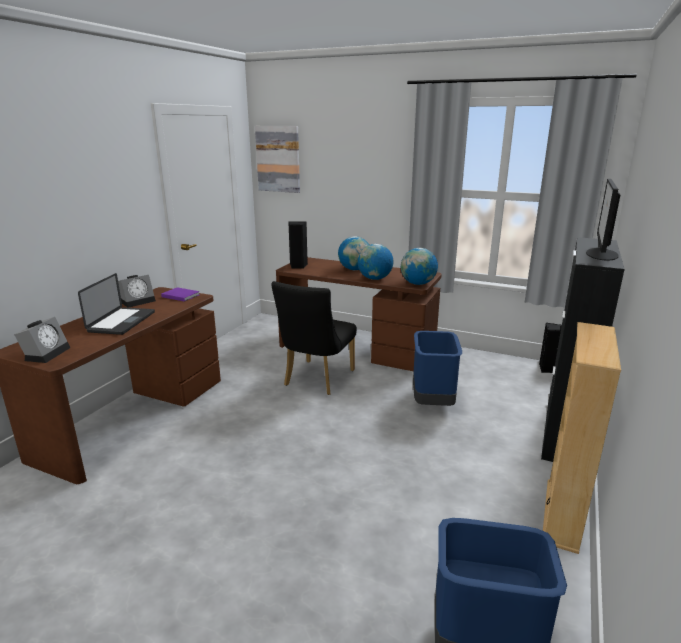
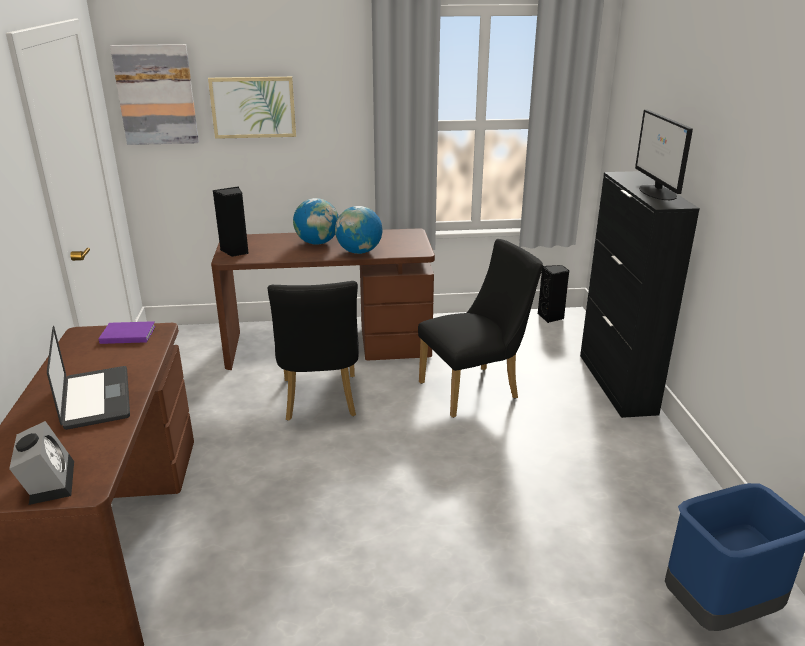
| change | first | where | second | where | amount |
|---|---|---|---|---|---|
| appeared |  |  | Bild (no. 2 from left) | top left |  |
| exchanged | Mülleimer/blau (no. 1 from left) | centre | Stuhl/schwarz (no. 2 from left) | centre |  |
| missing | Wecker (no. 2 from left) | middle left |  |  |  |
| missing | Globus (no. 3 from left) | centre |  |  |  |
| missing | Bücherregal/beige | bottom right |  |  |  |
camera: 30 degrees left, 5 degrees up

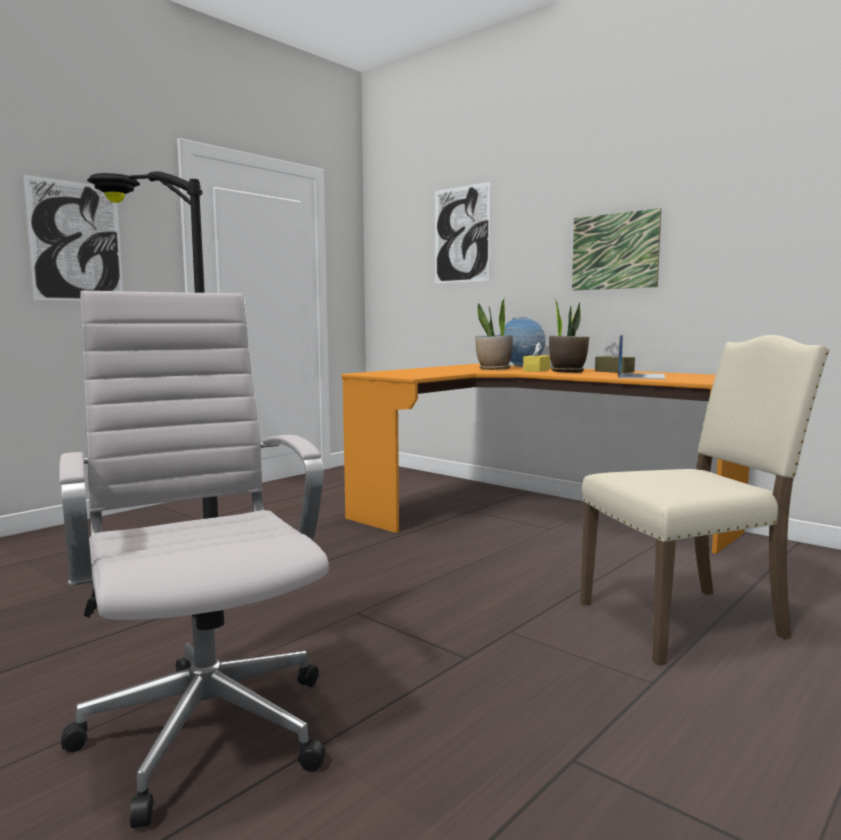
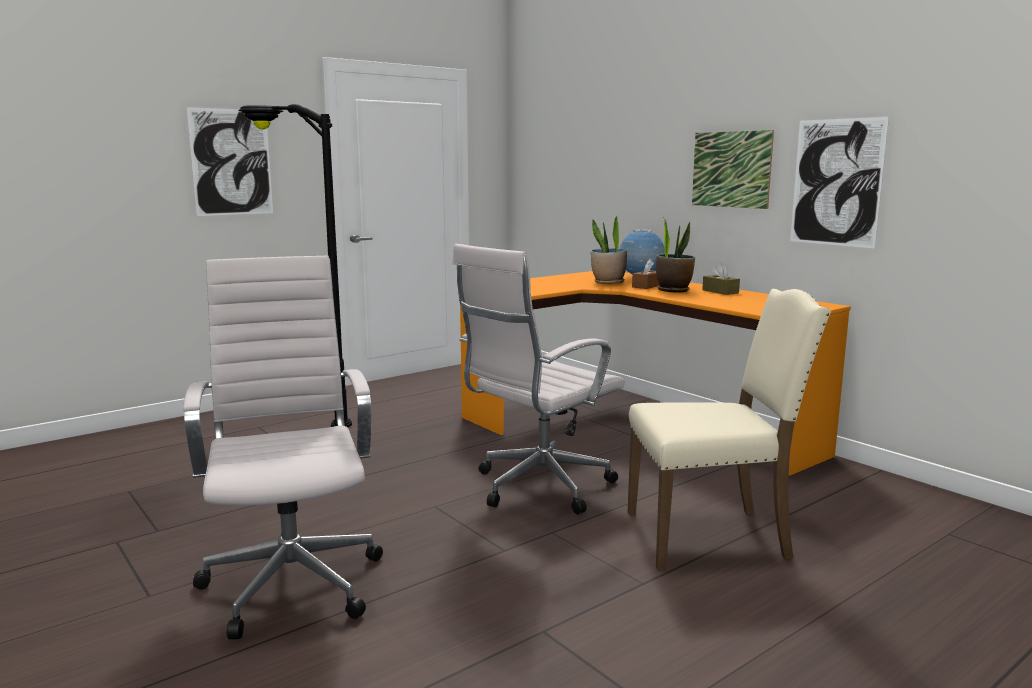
| change | first | where | second | where | amount |
|---|---|---|---|---|---|
| appeared |  |  | Bürostuhl/weiß (no. 2 from left) | centre |  |
| colour | Taschentuchbox/gelb | centre | Taschentuchbox/braun (no. 1 from left) | centre |  |
| relocated | Bild (no. 2 from left in the first image) | top centre | Bild (no. 3 from left) | top right |  |
| missing | Laptop | middle right |  |  |  |
camera: 10 degrees right, 5 degrees up

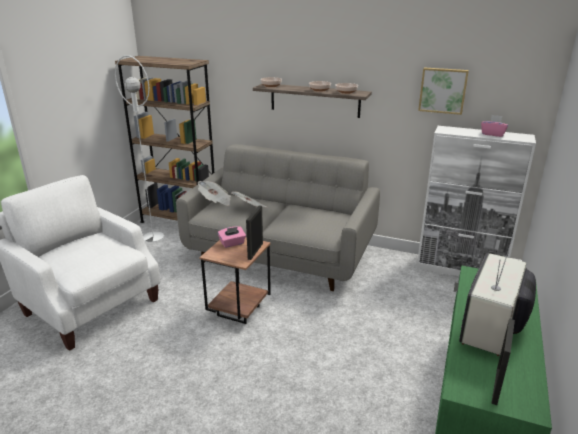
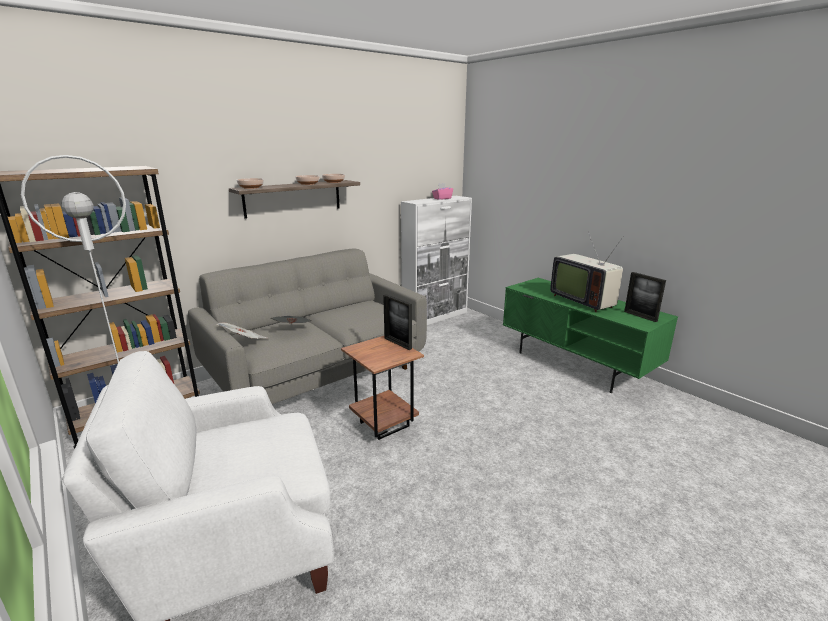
| change | first | where | second | where | amount |
|---|---|---|---|---|---|
| missing | Taschentuchbox/rosa (no. 1 from left) | centre |  |  |  |
| missing | Bild | top right |  |  |  |
camera: 60 degrees left, 5 degrees down

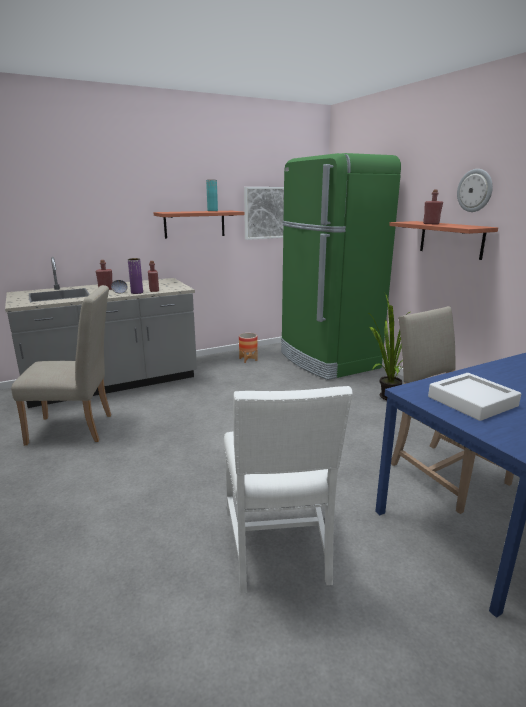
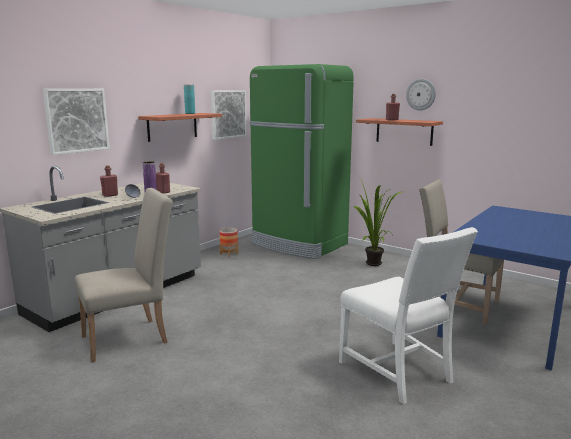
| change | first | where | second | where | amount |
|---|---|---|---|---|---|
| appeared |  |  | Bild (no. 1 from left) | top left |  |
| missing | Tablett/weiß | middle right |  |  |  |
camera: 25 degrees left, 5 degrees down

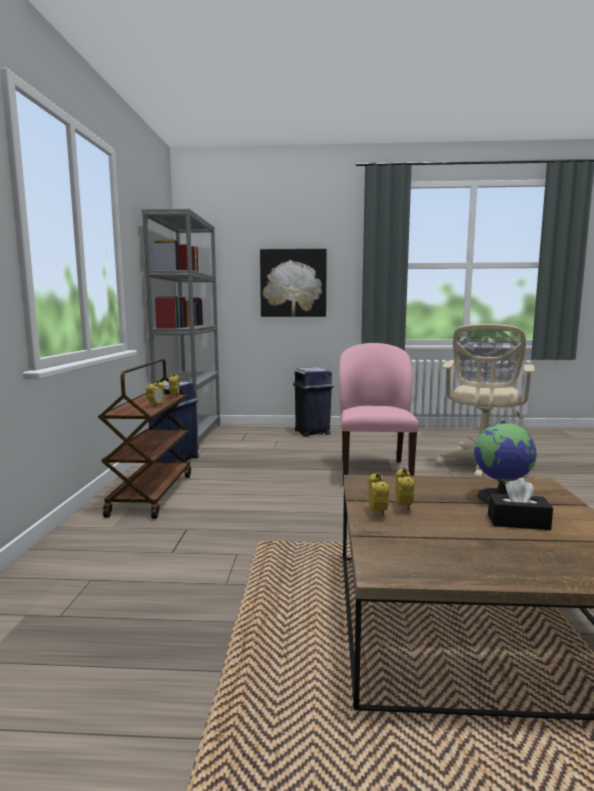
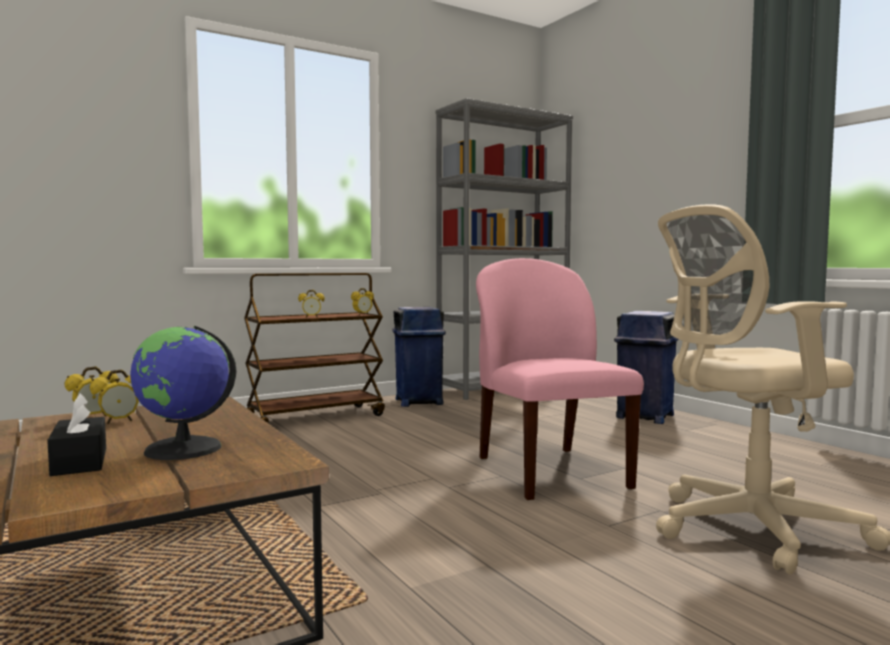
| change | first | where | second | where | amount |
|---|---|---|---|---|---|
| spun | Stuhl/rosa | centre |  | centre | 75 degrees counterclockwise |
| missing | Bild | centre |  |  |  |
camera: 55 degrees right, 5 degrees down

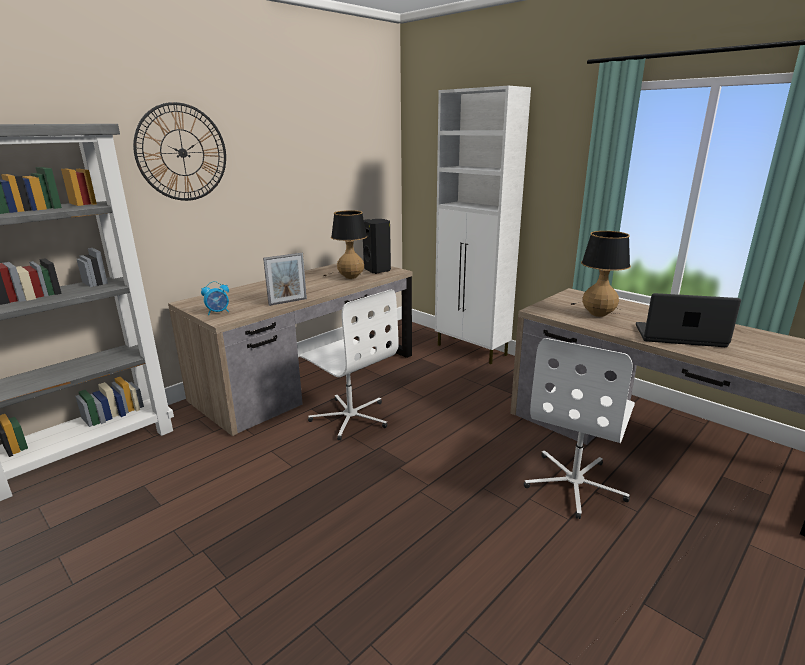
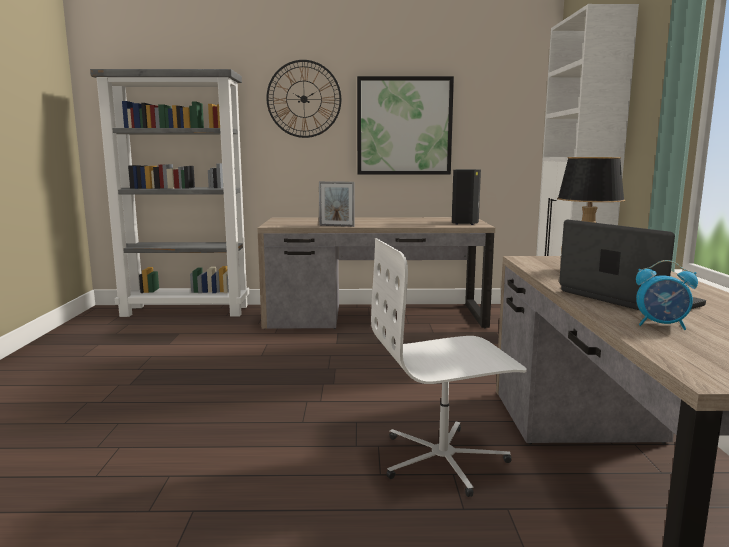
| change | first | where | second | where | amount |
|---|---|---|---|---|---|
| appeared |  |  | Bild | top centre |  |
| relocated | Wecker | middle left |  | middle right |  |
| missing | Bürostuhl/weiß (no. 1 from left) | centre |  |  |  |
| missing | Tischlampe (no. 1 from left) | centre |  |  |  |
camera: 45 degrees right, 10 degrees down

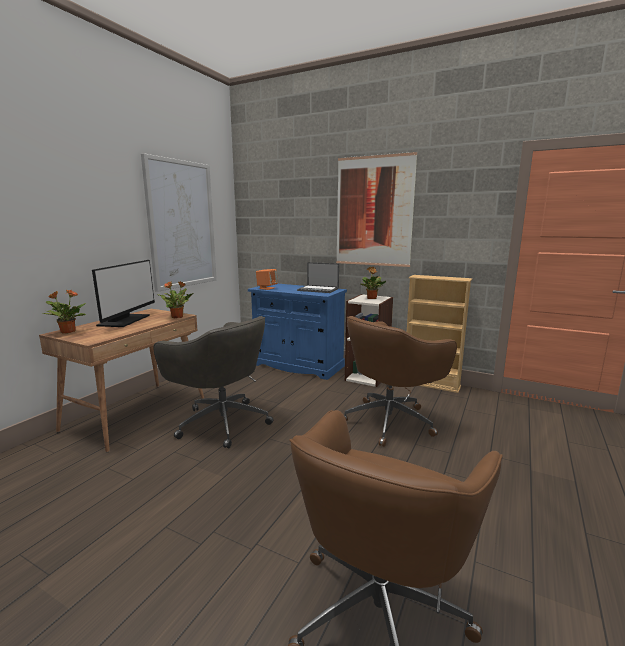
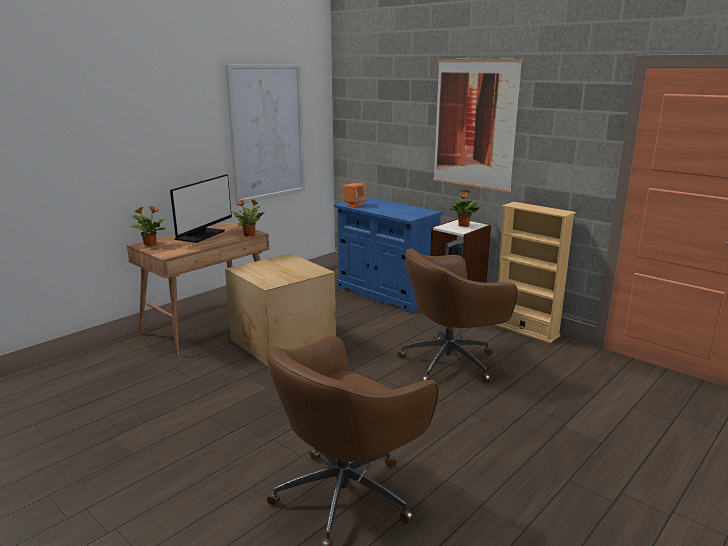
| change | first | where | second | where | amount |
|---|---|---|---|---|---|
| exchanged | Bürostuhl/grau | centre | Karton | centre |  |
| missing | Laptop | centre |  |  |  |
camera: 15 degrees right, 5 degrees up

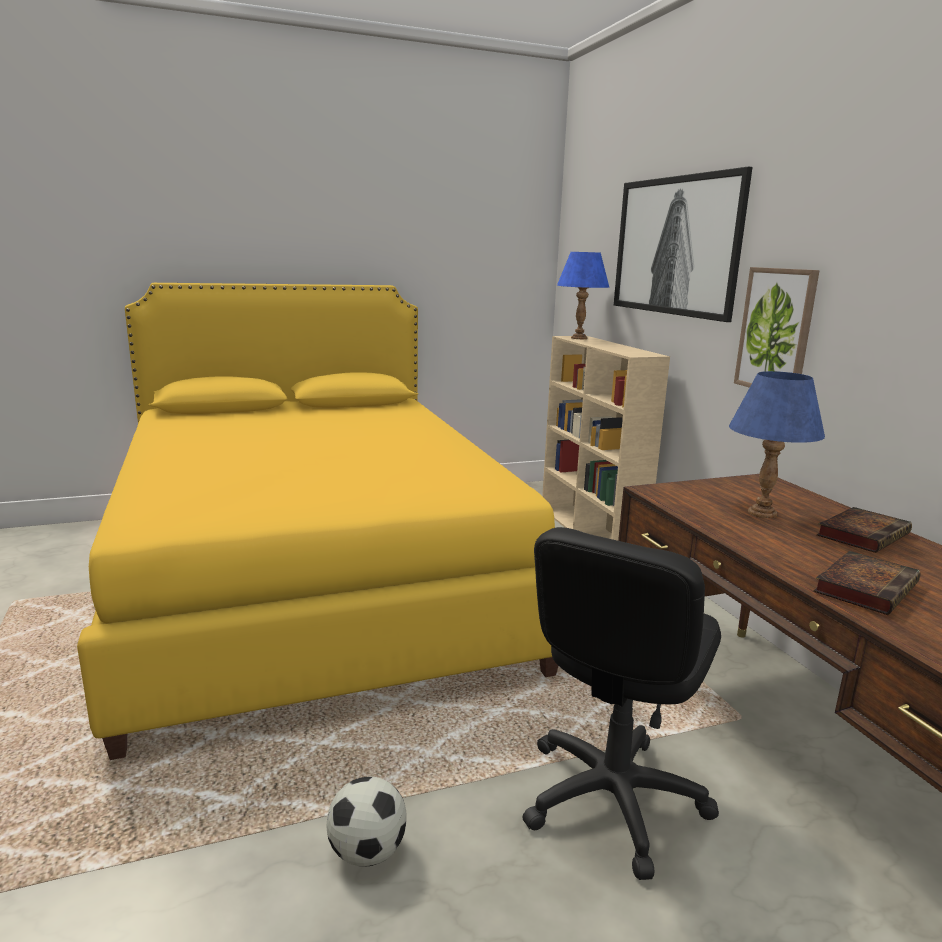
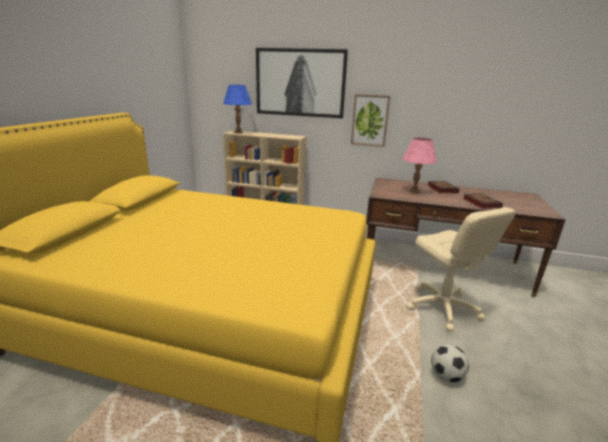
| change | first | where | second | where | amount |
|---|---|---|---|---|---|
| colour | Tischlampe/blau (no. 2 from left) | middle right | Tischlampe/rosa | middle right |  |
| colour | Bürostuhl/schwarz | bottom centre | Bürostuhl/beige | middle right |  |
camera: 55 degrees left, 5 degrees up

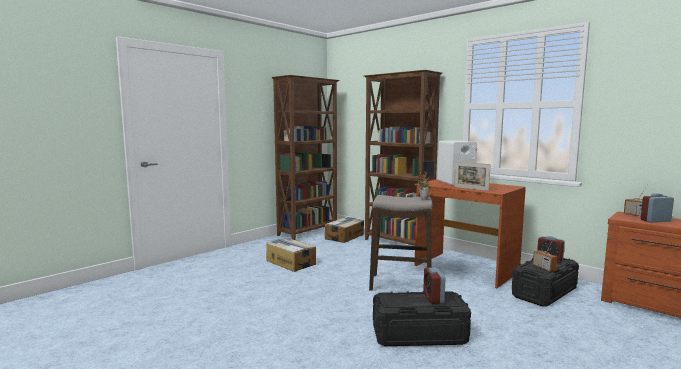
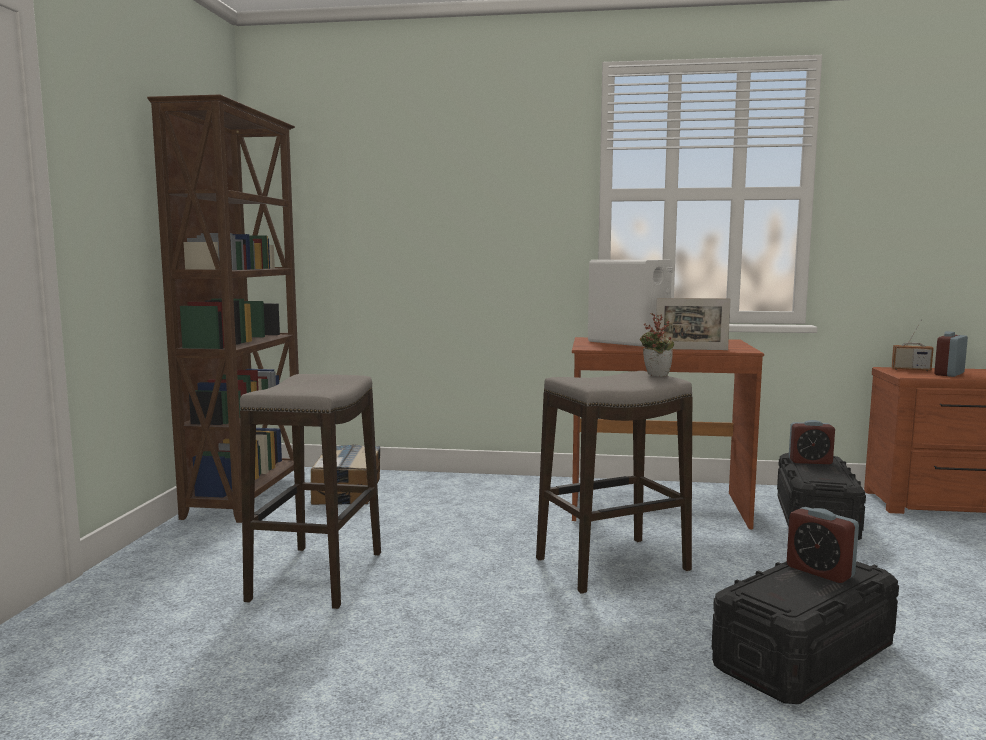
| change | first | where | second | where | amount |
|---|---|---|---|---|---|
| exchanged | Karton (no. 1 from left) | bottom centre | Hocker (no. 1 from left) | middle left |  |
| missing | Bücherregal/braun (no. 2 from left) | centre |  |  |  |
| missing | Radio (no. 1 from left) | bottom right |  |  |  |
camera: 35 degrees left, 0 degrees up

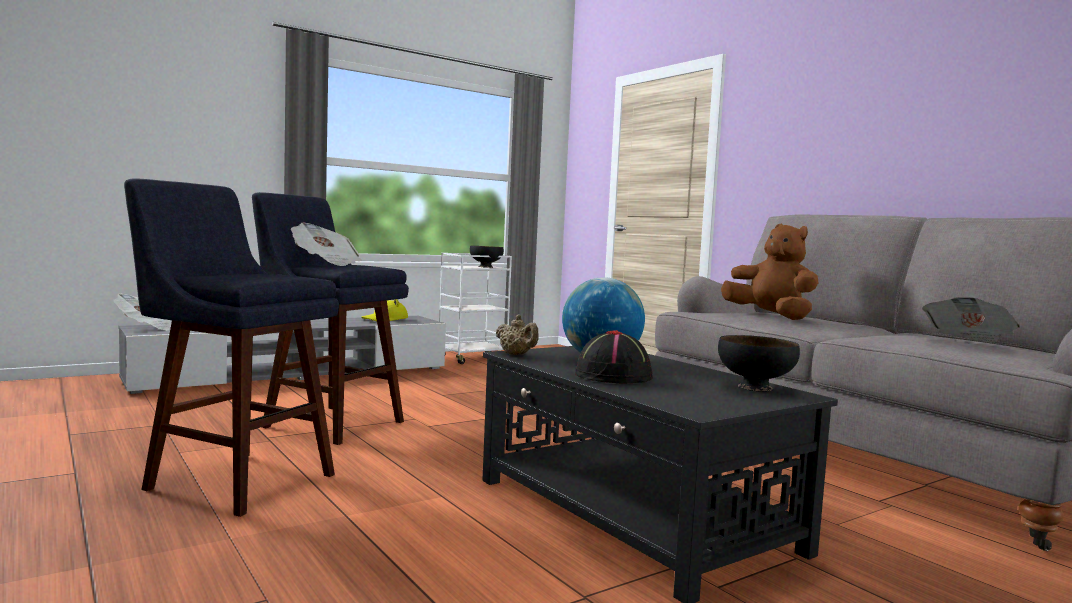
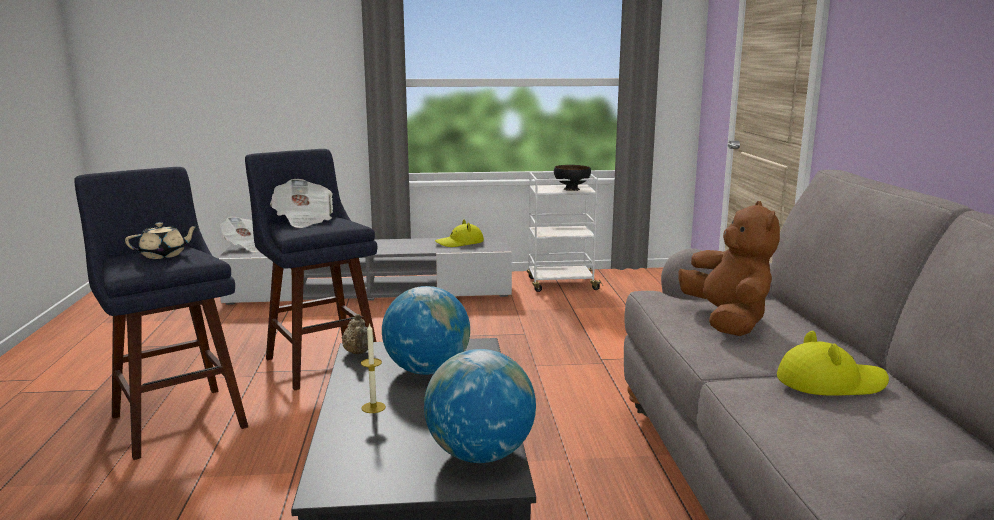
| change | first | where | second | where | amount |
|---|---|---|---|---|---|
| appeared |  |  | Teekanne/beige (no. 1 from left) | middle left |  |
| exchanged | Hut/schwarz | centre | Kerze | bottom centre |  |
| exchanged | Schüssel/schwarz (no. 2 from left) | middle right | Globus (no. 2 from left) | bottom centre |  |
| appeared |  |  | Hut/gelb (no. 2 from left) | bottom right |  |
| missing | Zeitung (no. 3 from left) | middle right |  |  |  |
camera: 30 degrees right, 10 degrees up

